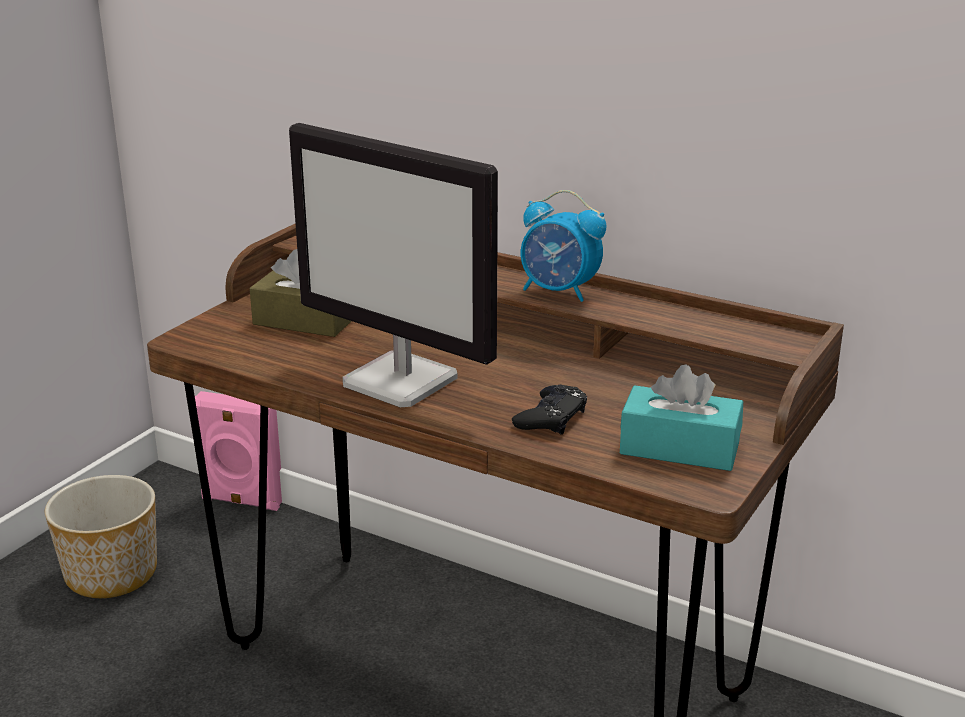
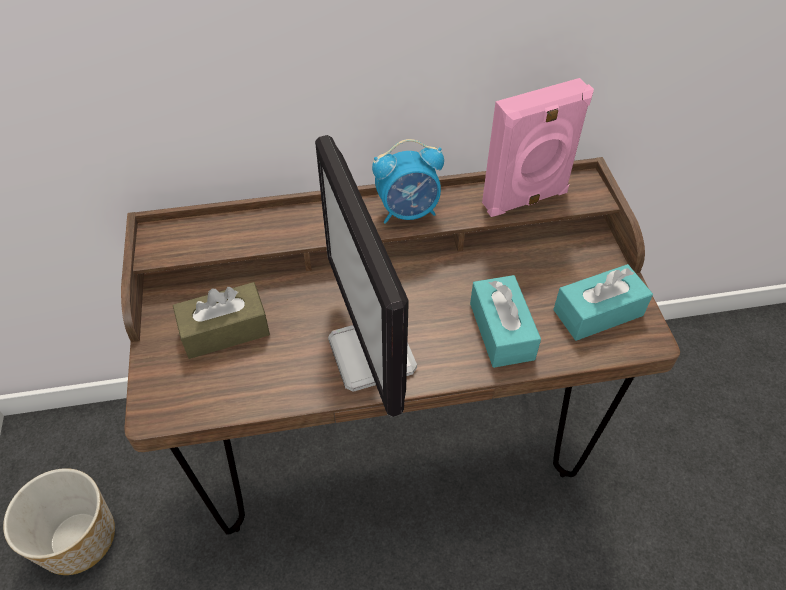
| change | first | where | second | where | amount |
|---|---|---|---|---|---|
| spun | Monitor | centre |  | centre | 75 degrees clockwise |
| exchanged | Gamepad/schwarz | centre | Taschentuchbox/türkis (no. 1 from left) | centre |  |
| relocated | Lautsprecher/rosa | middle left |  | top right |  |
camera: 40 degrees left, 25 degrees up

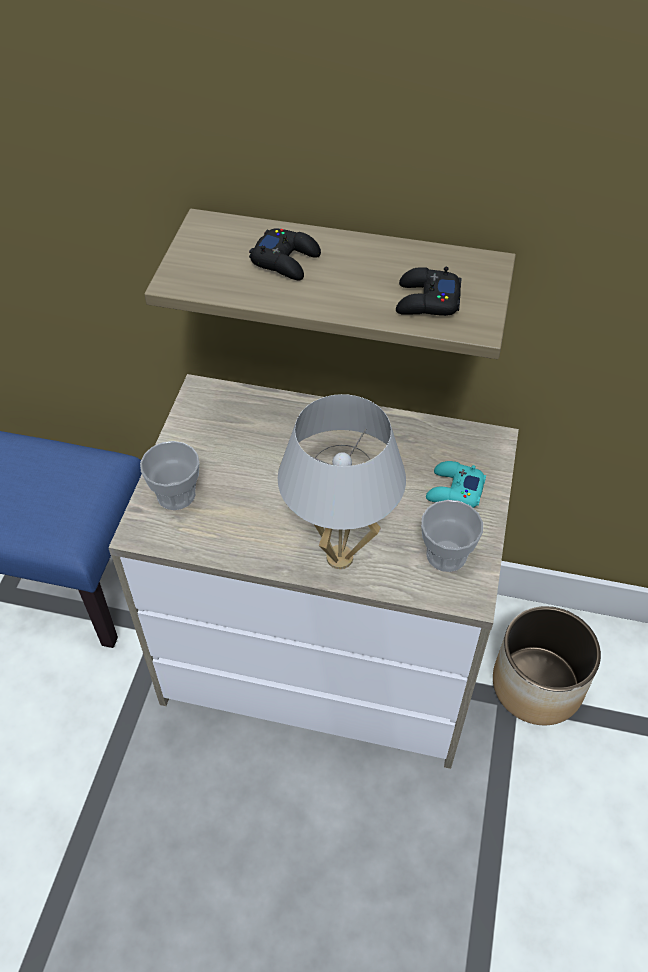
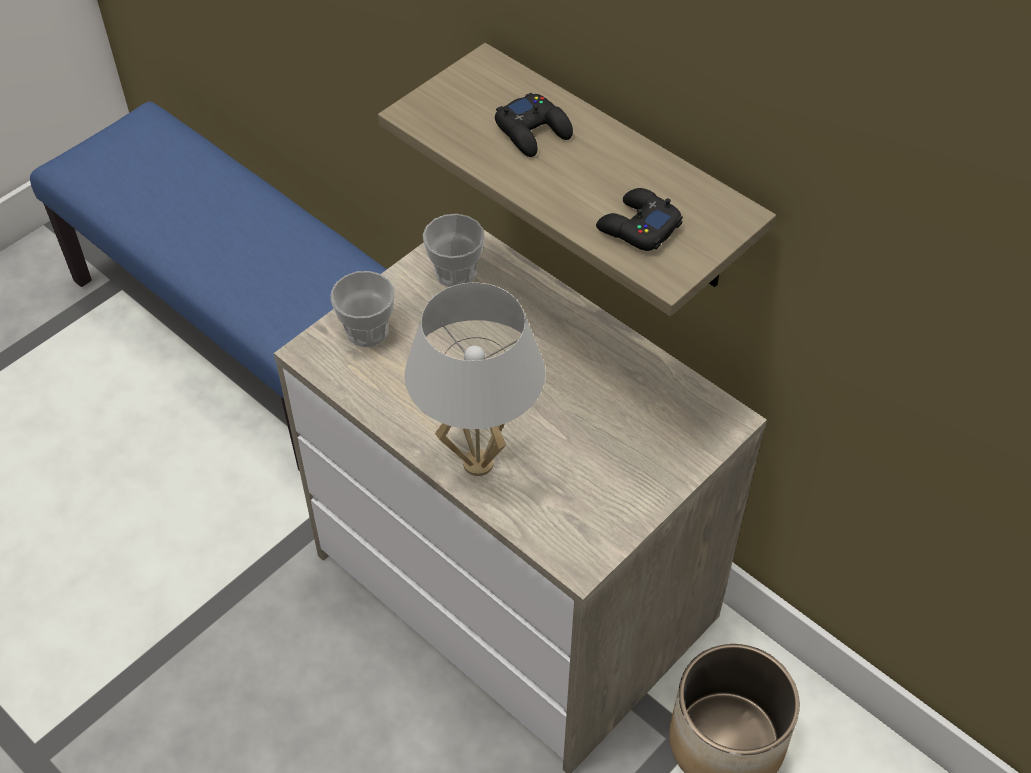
| change | first | where | second | where | amount |
|---|---|---|---|---|---|
| relocated | Tasse (no. 2 from left) | middle right |  | top centre |  |
| missing | Gamepad/türkis | middle right |  |  |  |
camera: 30 degrees right, 0 degrees up

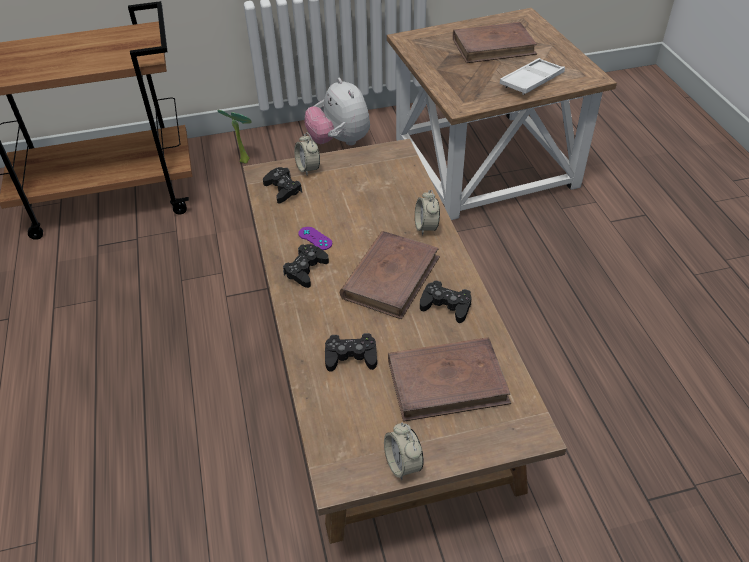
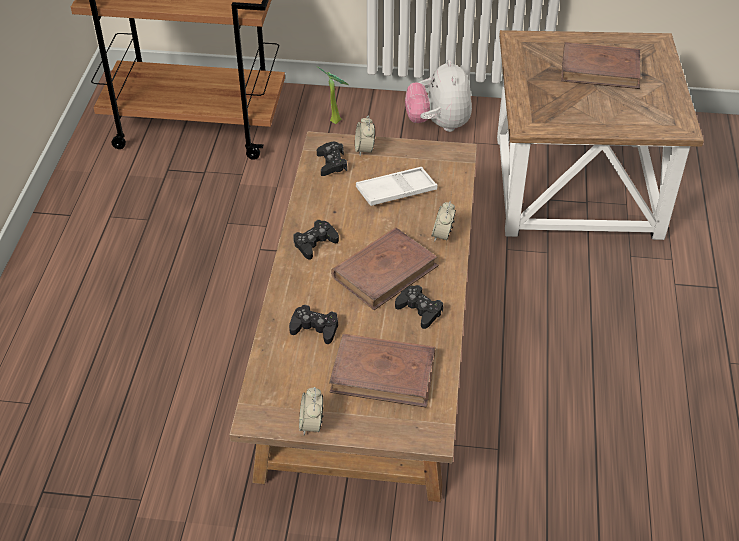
| change | first | where | second | where | amount |
|---|---|---|---|---|---|
| relocated | Tablett/weiß | top right |  | centre |  |
| missing | Gamepad/lila | centre |  |  |  |
camera: 20 degrees right, 0 degrees up

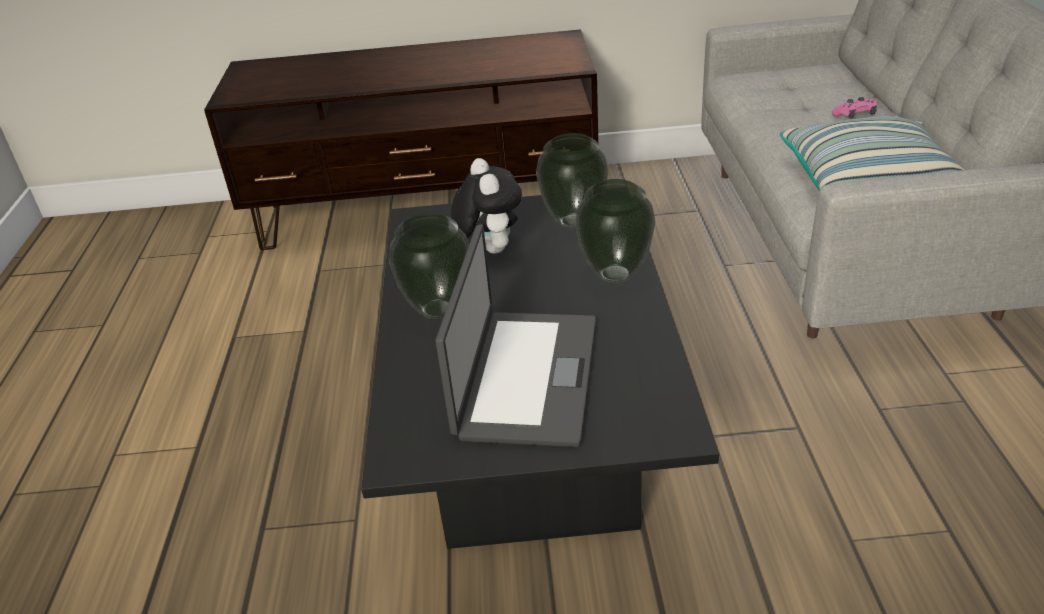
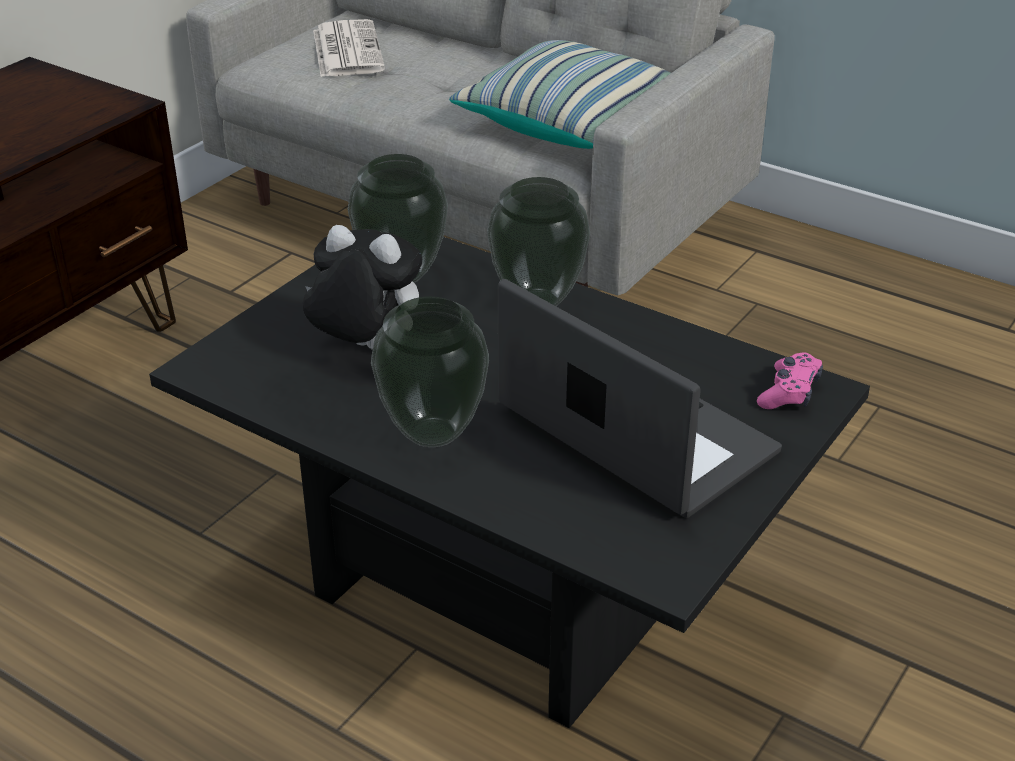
| change | first | where | second | where | amount |
|---|---|---|---|---|---|
| appeared |  |  | Zeitung | top centre |  |
| relocated | Gamepad/rosa | top right |  | middle right |  |
camera: 55 degrees left, 0 degrees up

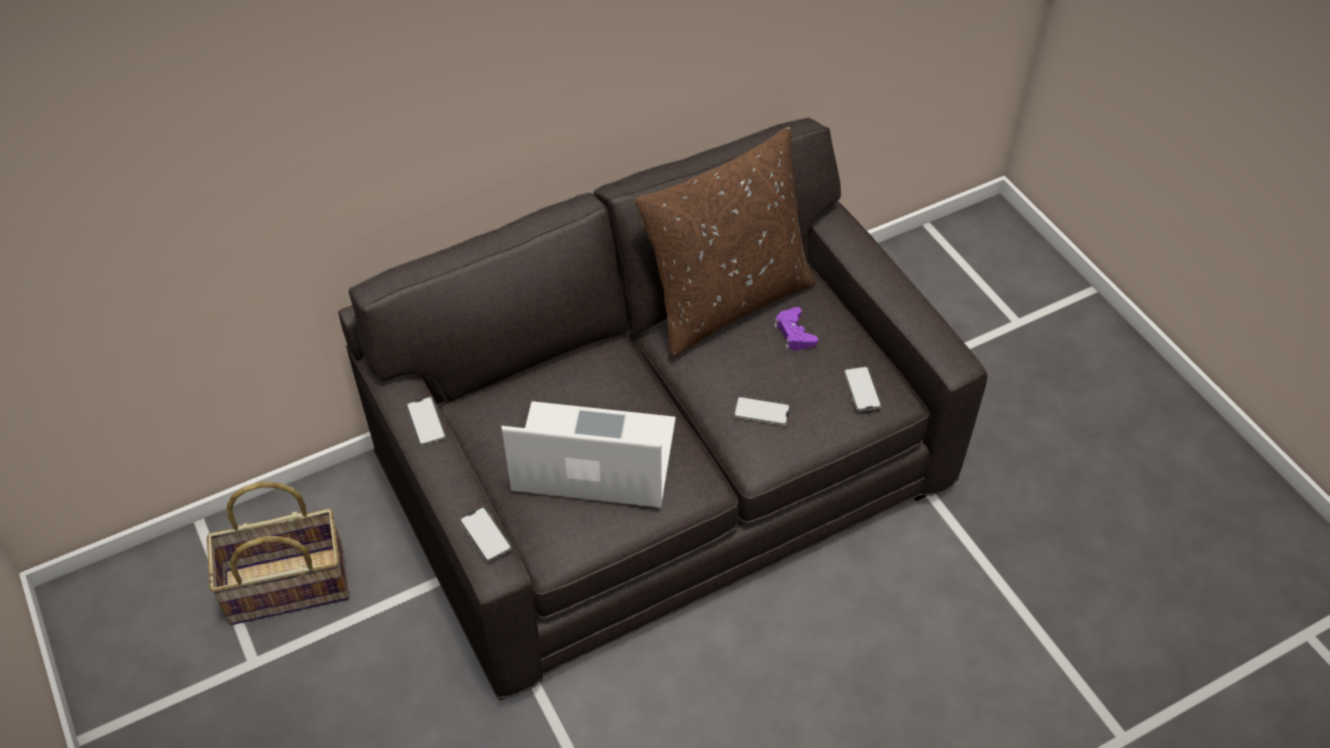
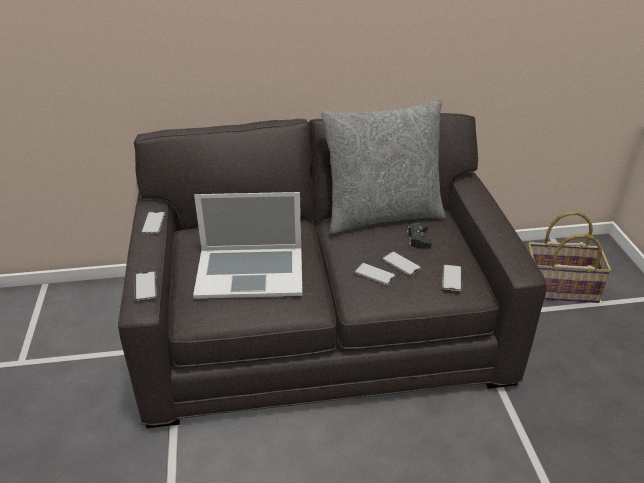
| change | first | where | second | where | amount |
|---|---|---|---|---|---|
| spun | Laptop | centre |  | centre | 150 degrees clockwise |
| colour | Kissen/braun | top centre | Kissen/grau | centre |  |
| appeared |  |  | Handy (no. 4 from left) | centre |  |
| colour | Gamepad/lila | centre | Gamepad/schwarz | centre |  |
| relocated | Korb | bottom left |  | middle right |  |
camera: 20 degrees right, 15 degrees down

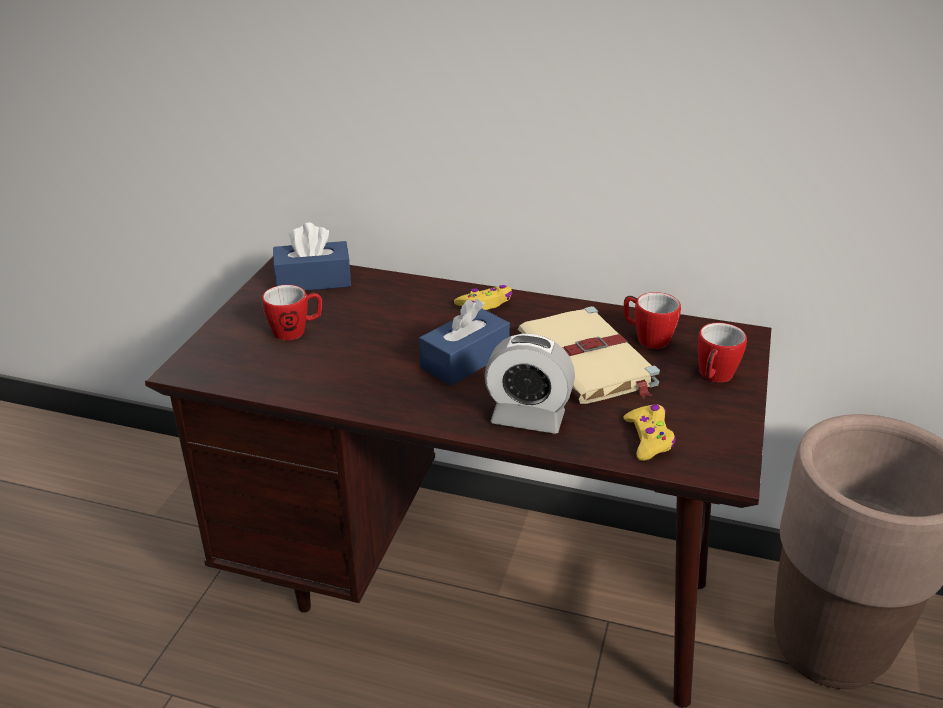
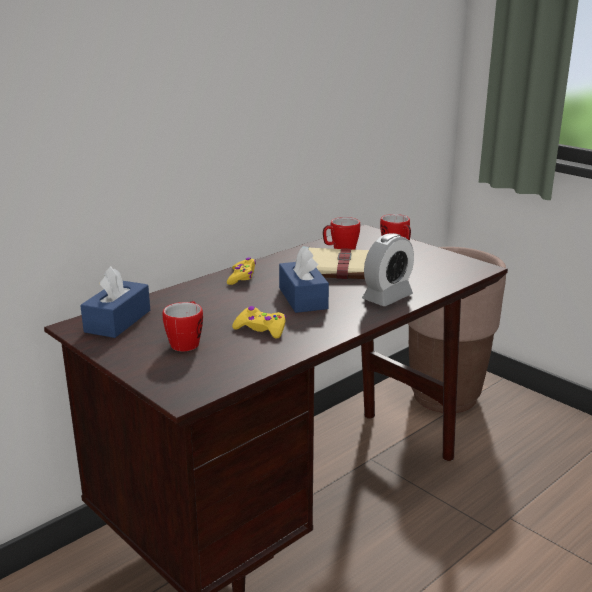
| change | first | where | second | where | amount |
|---|---|---|---|---|---|
| relocated | Gamepad/gelb (no. 2 from left) | middle right |  | centre |  |
camera: 60 degrees left, 10 degrees down

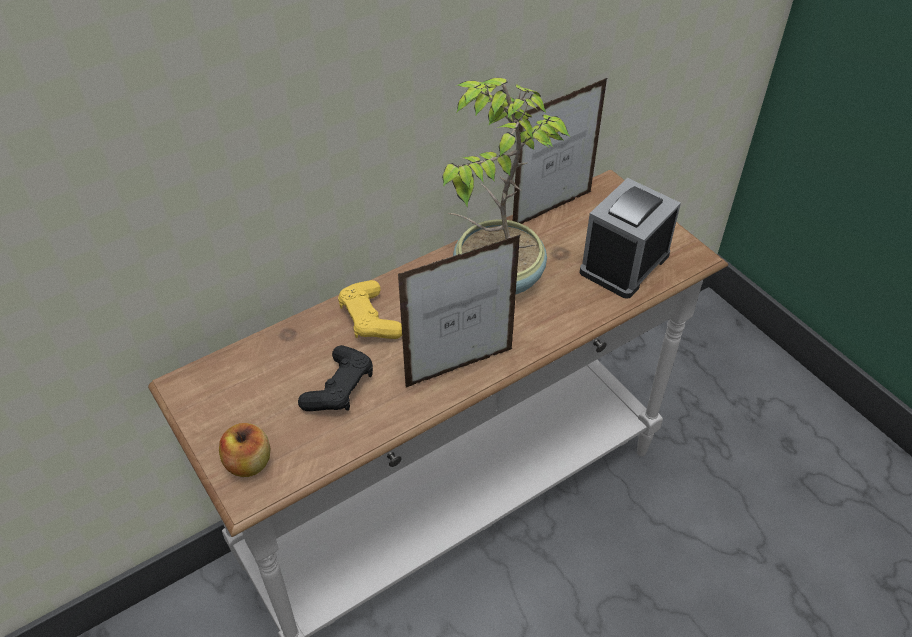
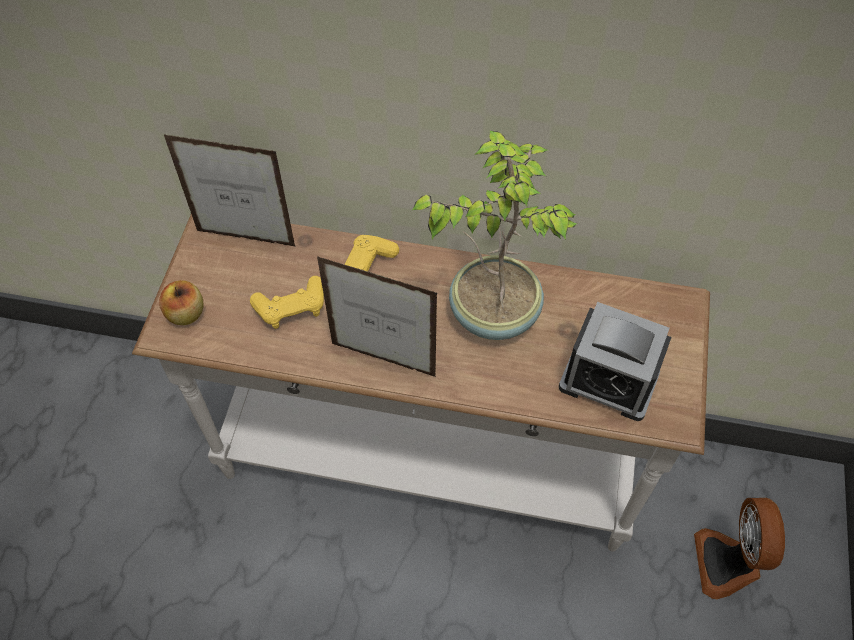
| change | first | where | second | where | amount |
|---|---|---|---|---|---|
| relocated | Bilderrahmen (no. 2 from left in the first image) | top centre | Bilderrahmen (no. 1 from left) | top left |  |
| colour | Gamepad/schwarz | centre | Gamepad/gelb (no. 1 from left) | centre |  |
| spun | Wecker | middle right |  | middle right | 150 degrees counterclockwise |
| appeared |  |  | Ventilator | bottom right |  |
camera: 45 degrees right, 10 degrees up

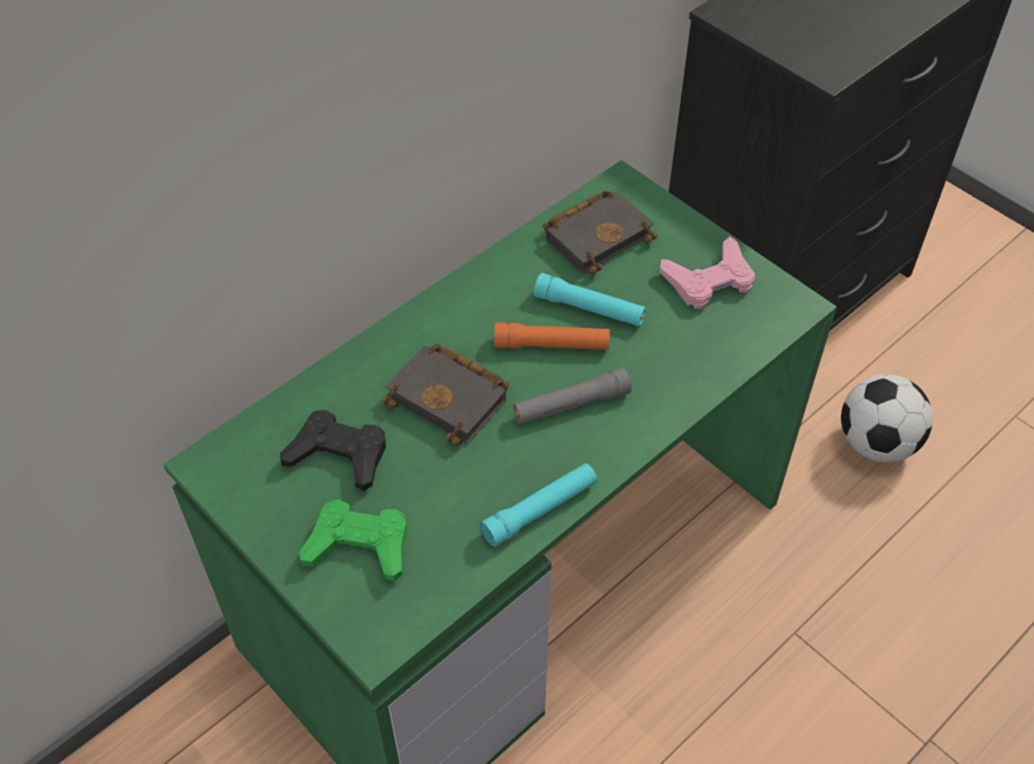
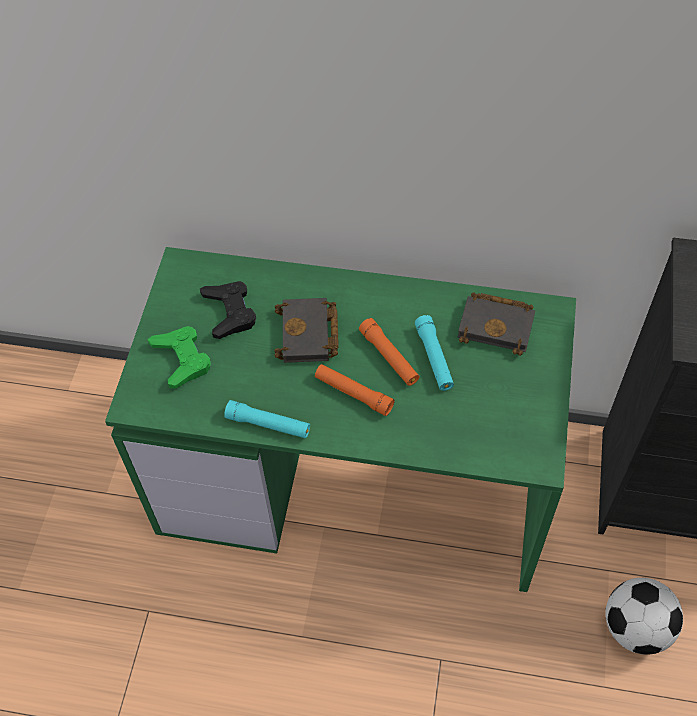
| change | first | where | second | where | amount |
|---|---|---|---|---|---|
| colour | Taschenlampe/grau | centre | Taschenlampe/orange (no. 1 from left) | centre |  |
| missing | Gamepad/rosa | middle right |  |  |  |
camera: 55 degrees right, 5 degrees up

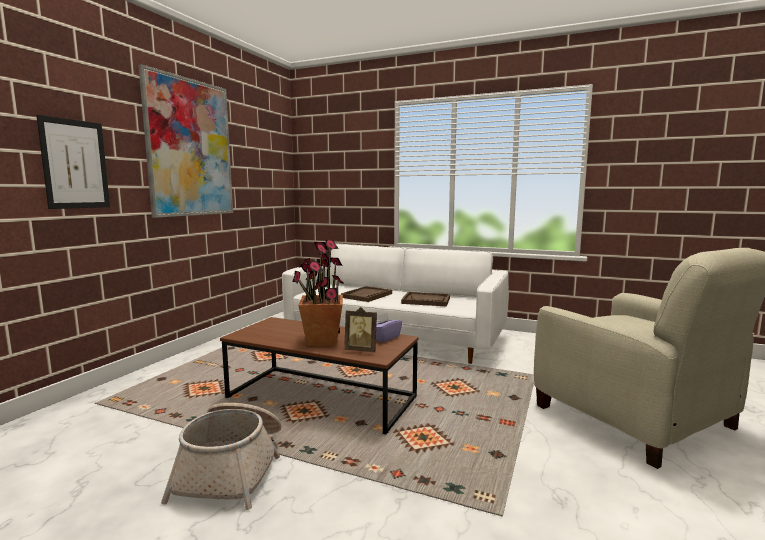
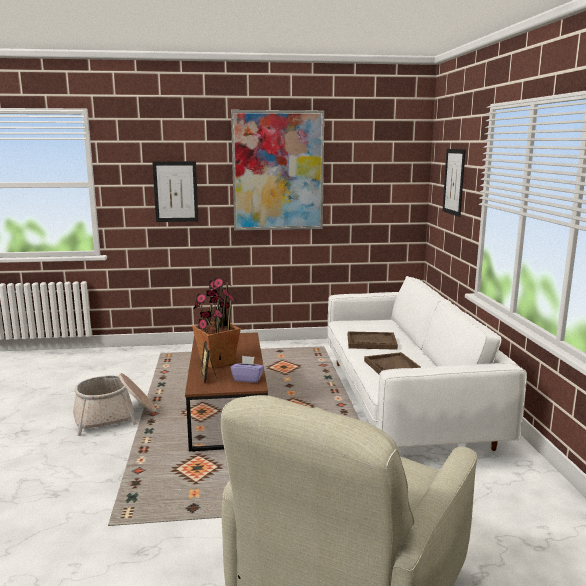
| change | first | where | second | where | amount |
|---|---|---|---|---|---|
| appeared |  |  | Bild (no. 3 from left) | top right |  |
camera: 60 degrees right, 5 degrees up

